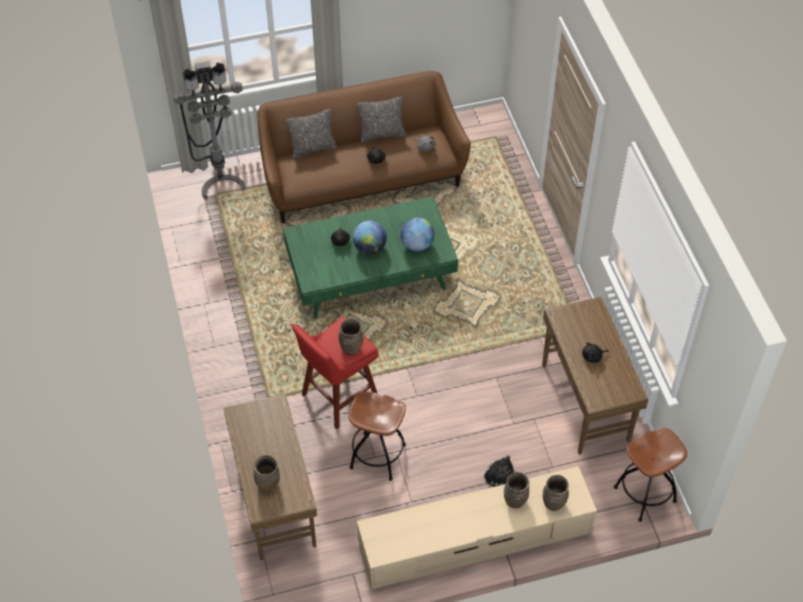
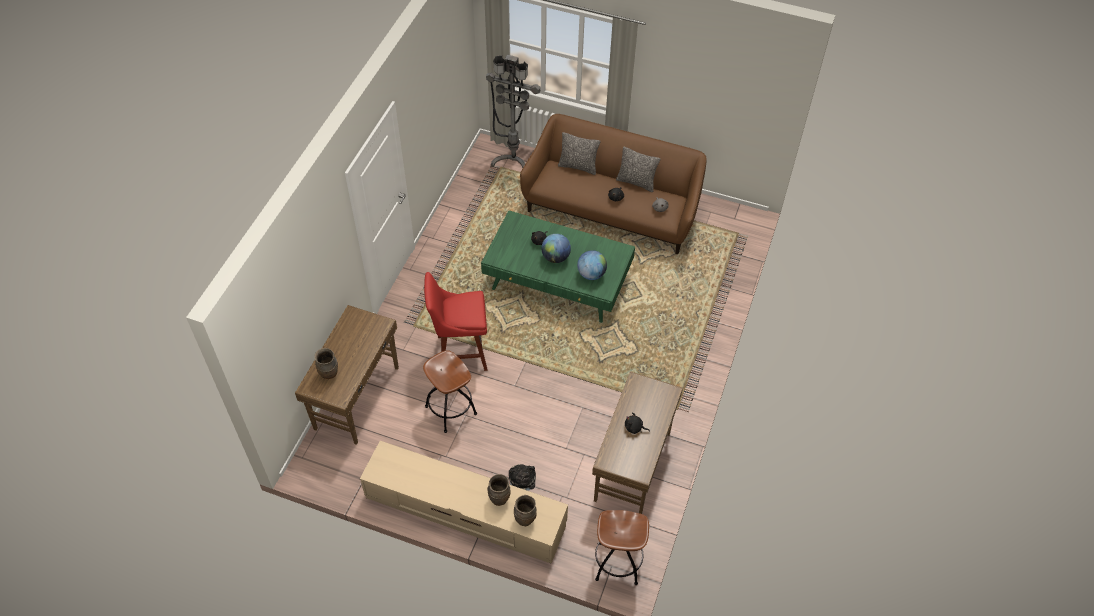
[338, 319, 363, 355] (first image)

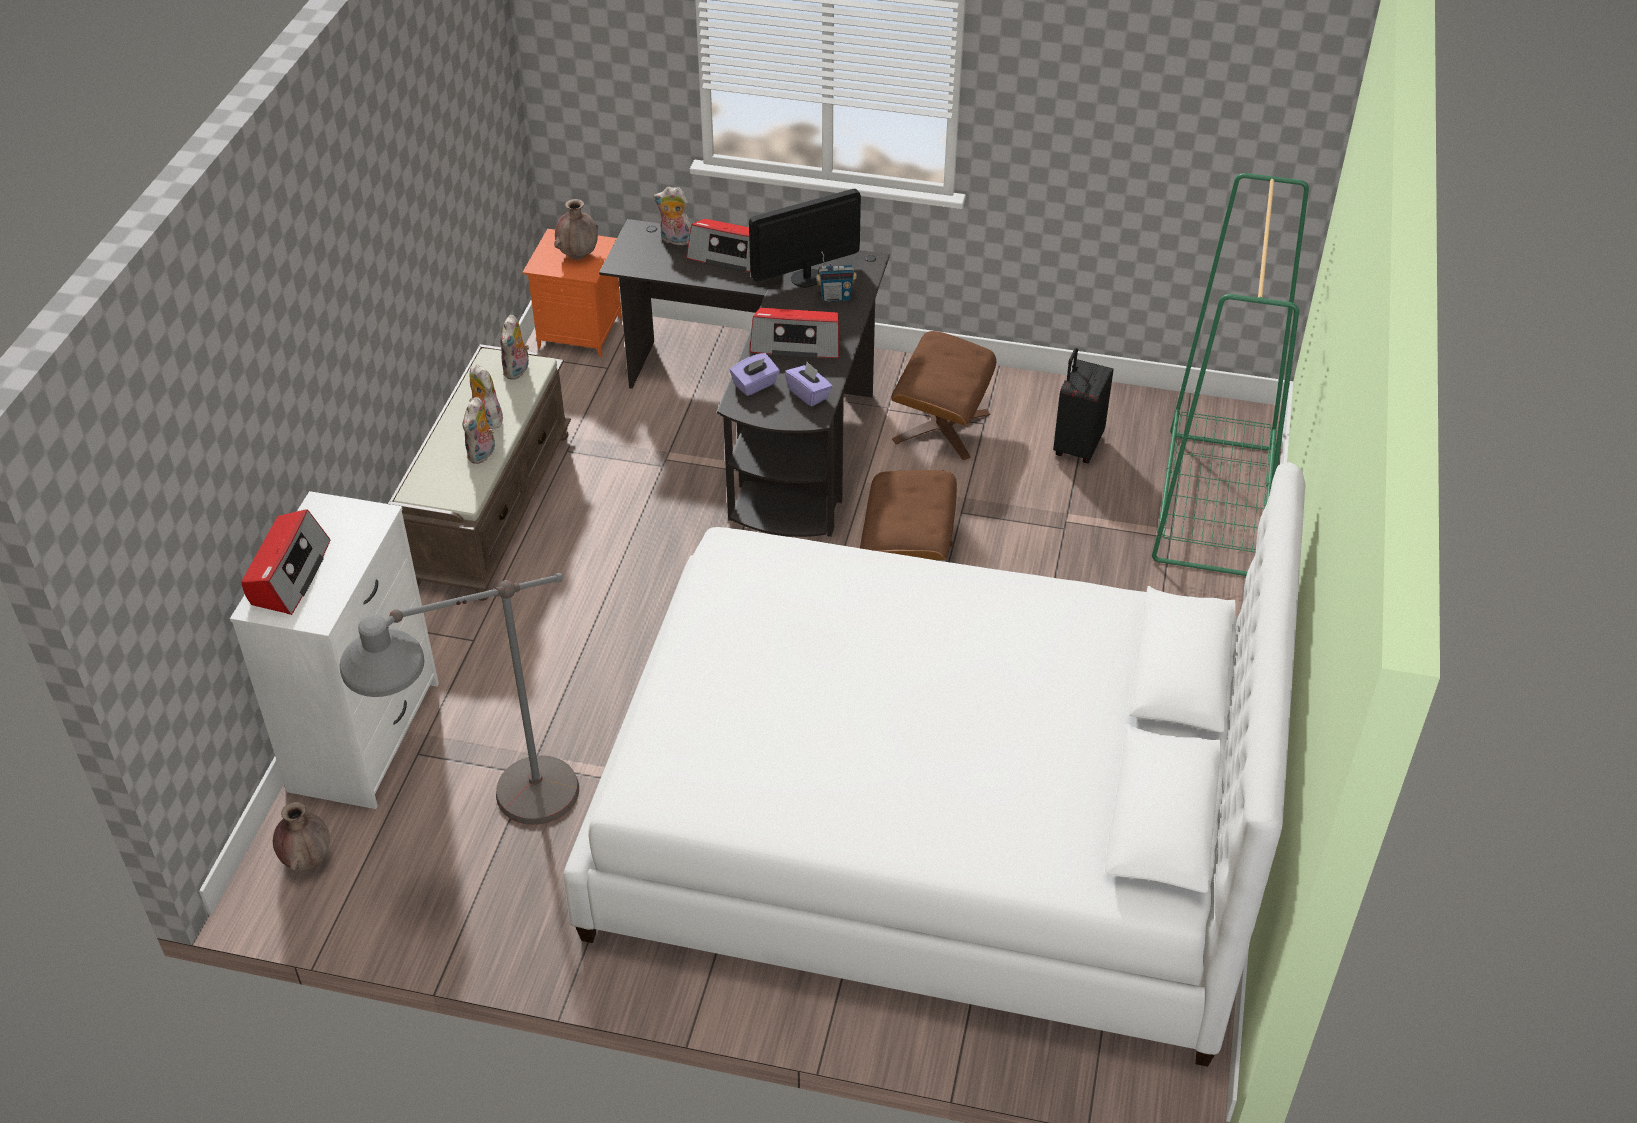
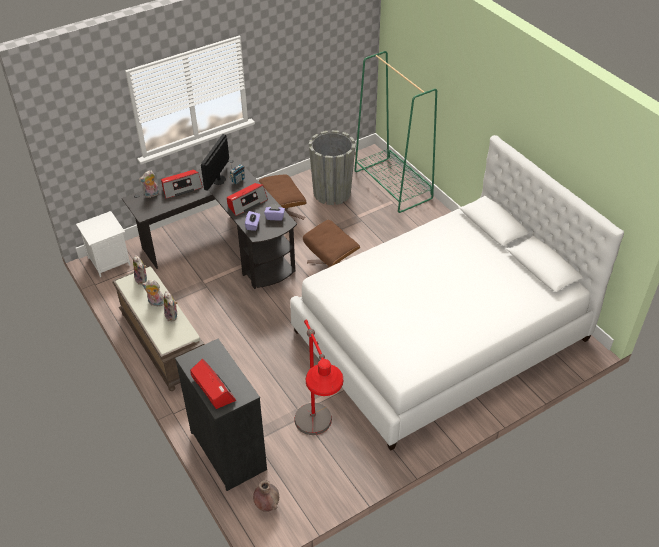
[554, 199, 598, 260] (first image)
[76, 211, 130, 277]
[309, 130, 356, 205]
[175, 339, 267, 491]
[294, 320, 343, 435]

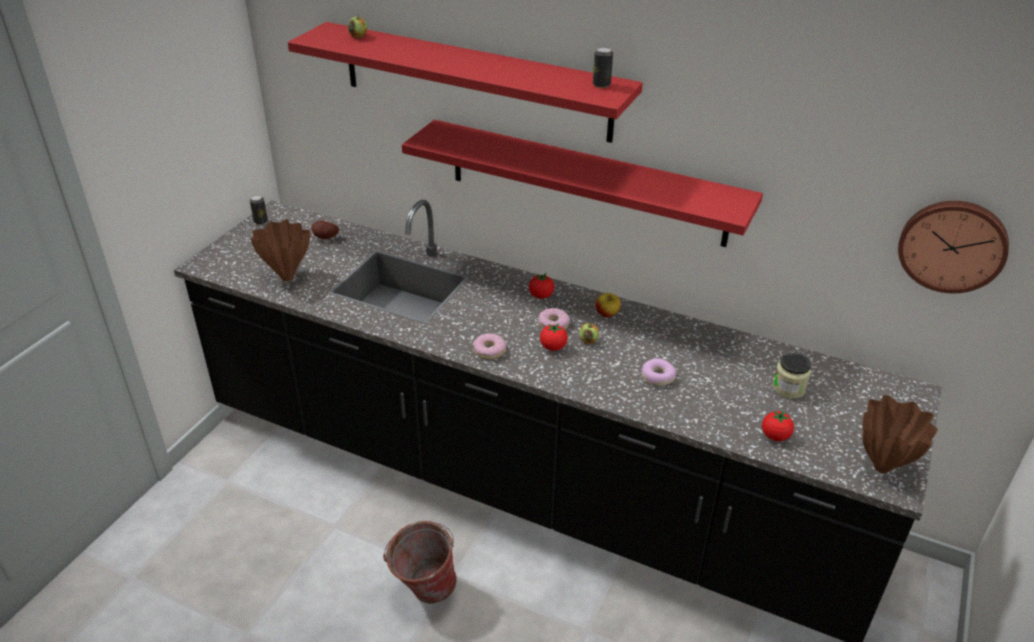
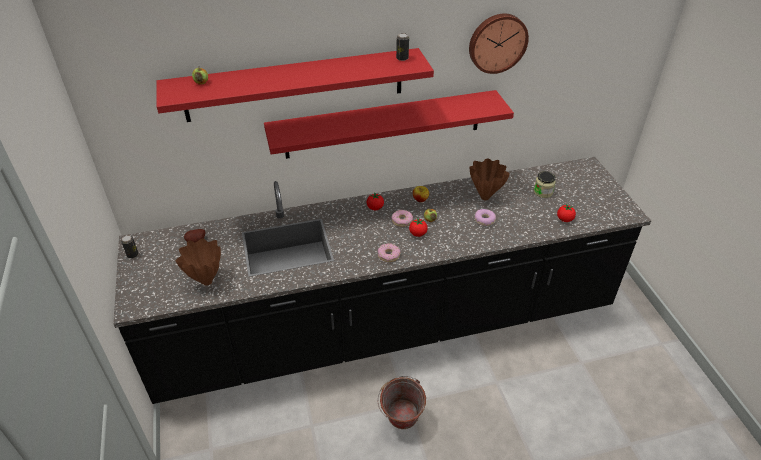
[469, 14, 529, 74]
[470, 158, 510, 200]

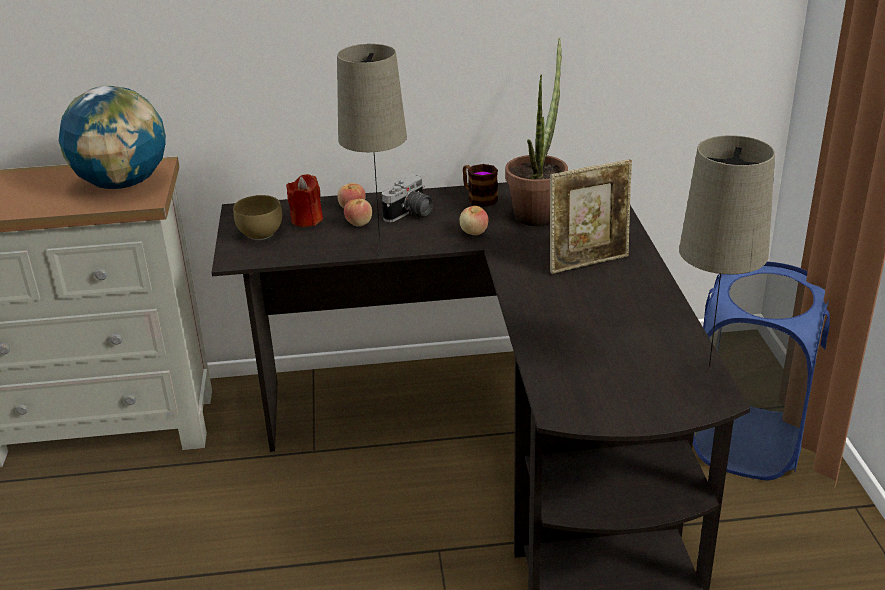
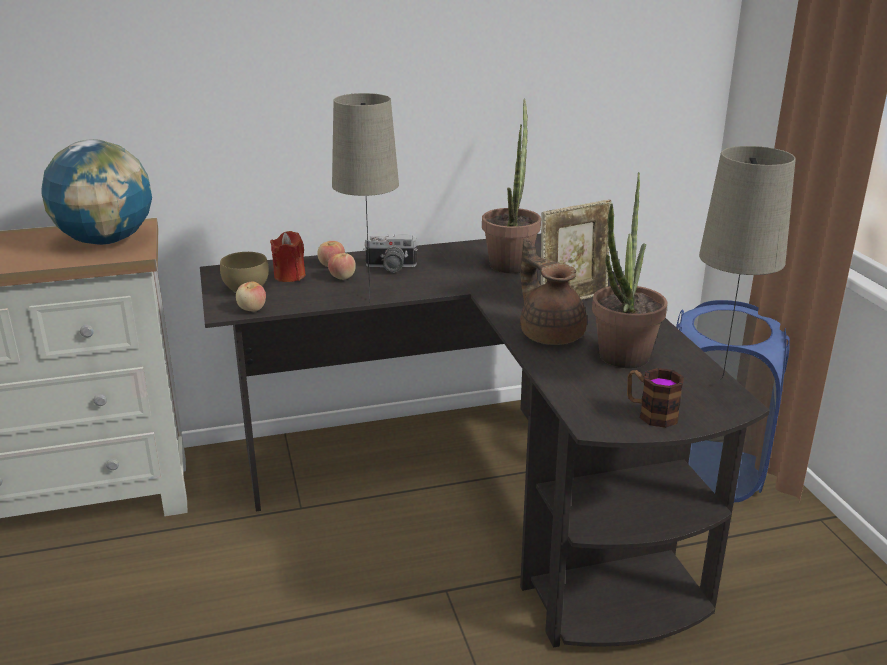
[627, 368, 684, 428]
[363, 234, 417, 272]
[236, 282, 266, 312]
[592, 172, 668, 368]
[520, 238, 587, 345]

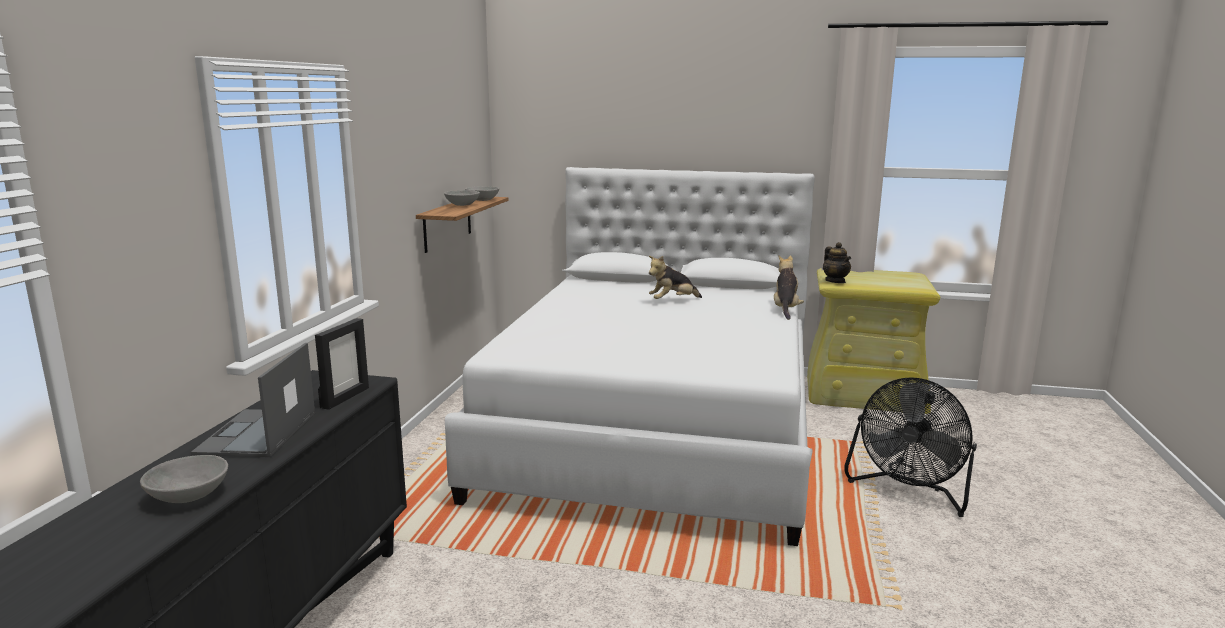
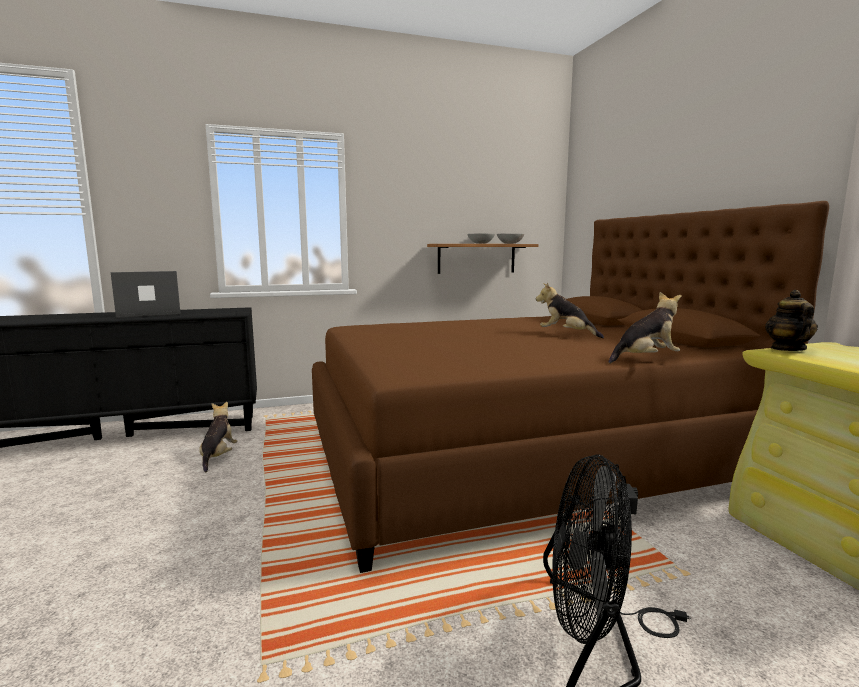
[312, 201, 829, 573]
[765, 290, 818, 351]
[315, 318, 369, 410] (first image)
[140, 455, 228, 503] (first image)
[199, 402, 237, 472]

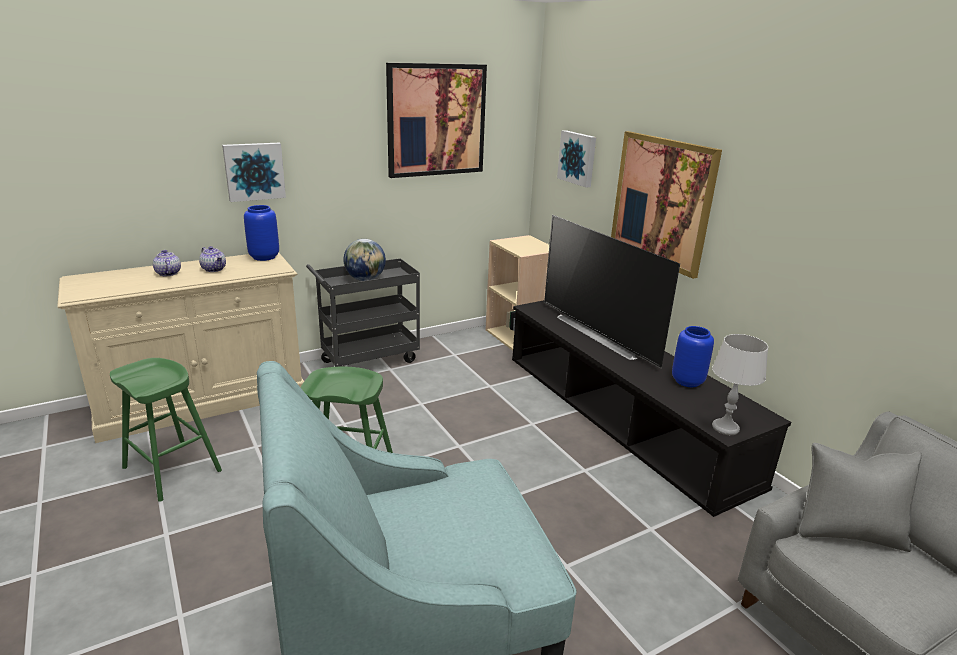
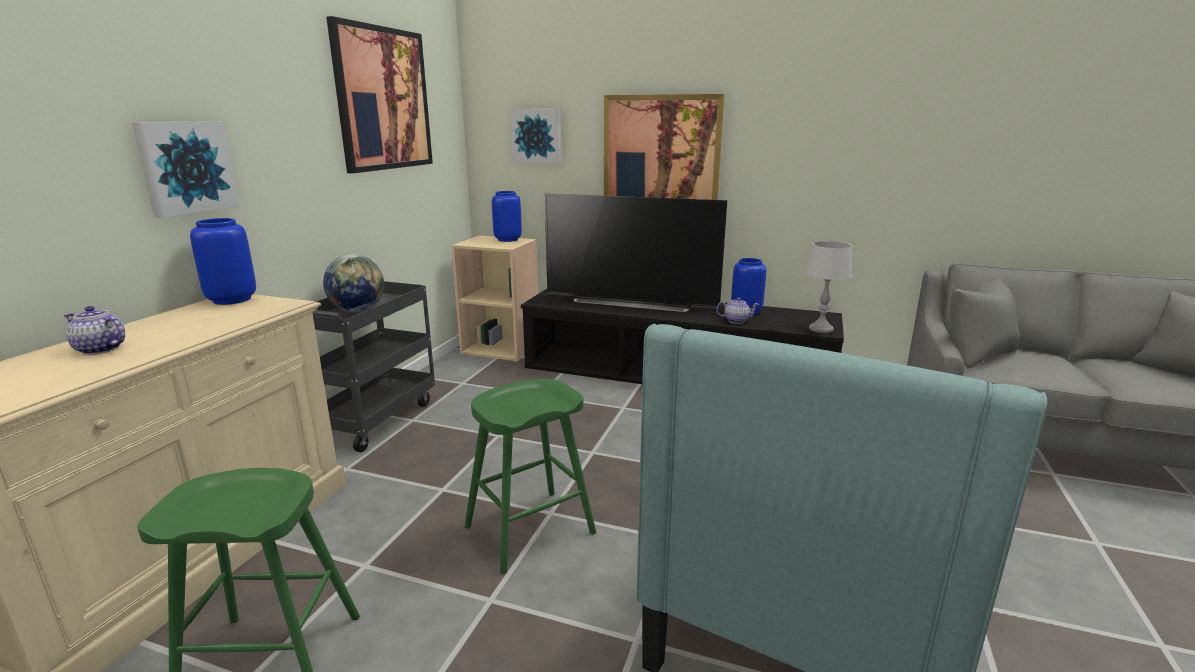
[716, 297, 759, 324]
[492, 191, 522, 242]

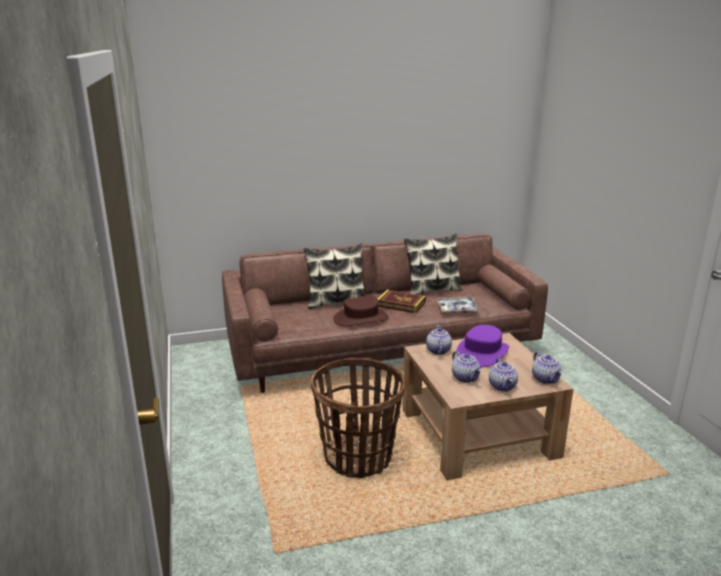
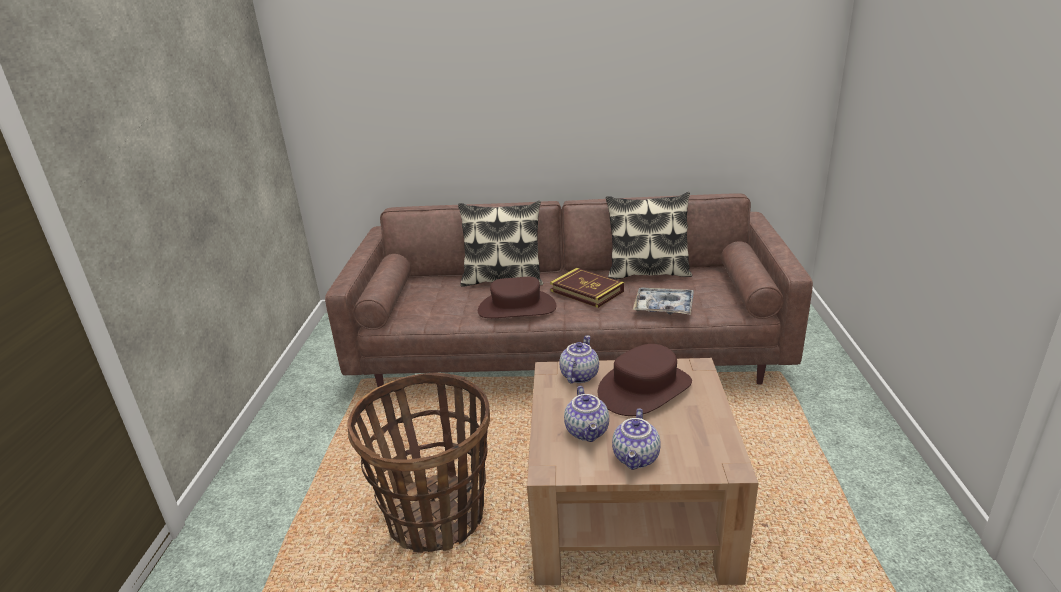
[598, 344, 692, 416]
[532, 352, 562, 384] (first image)

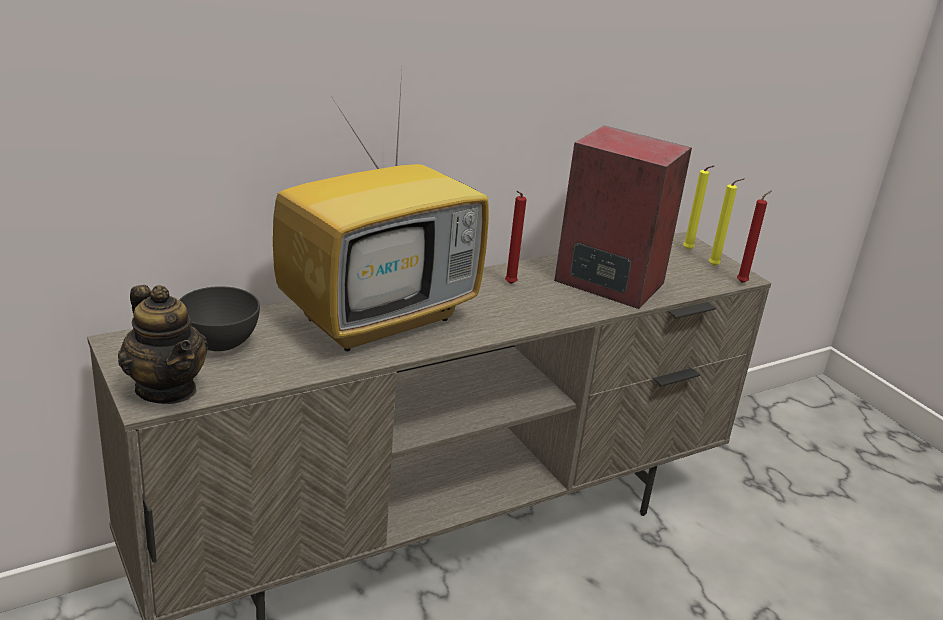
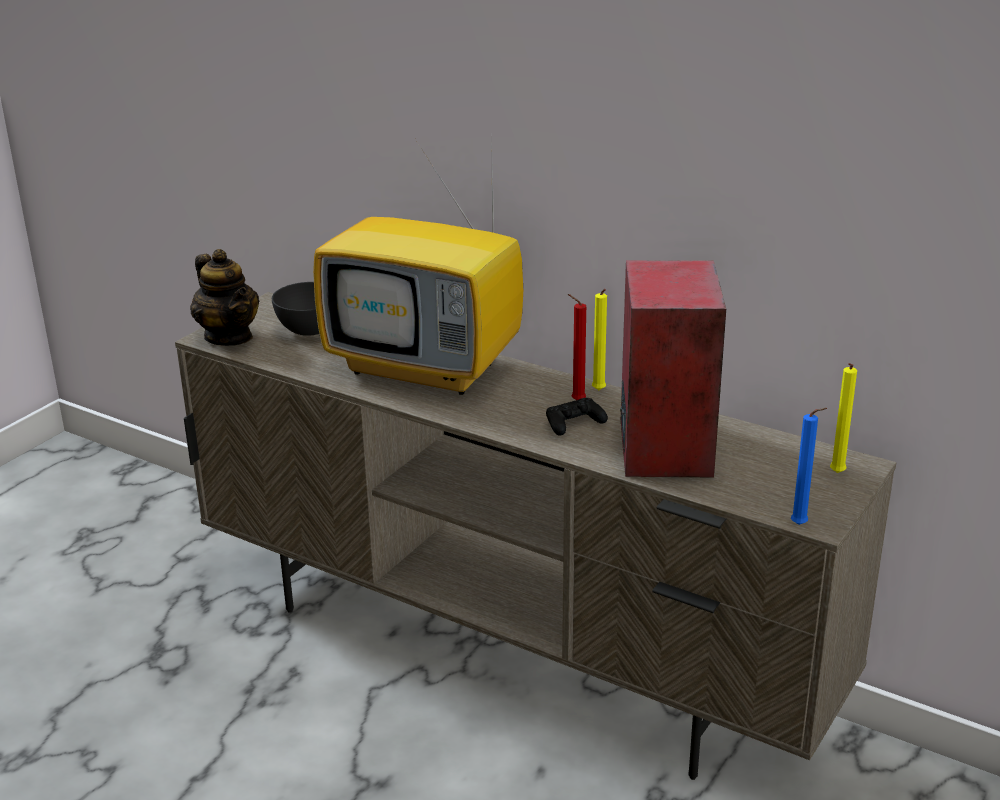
[592, 289, 607, 390]
[791, 408, 827, 525]
[190, 249, 259, 346]
[546, 398, 608, 435]

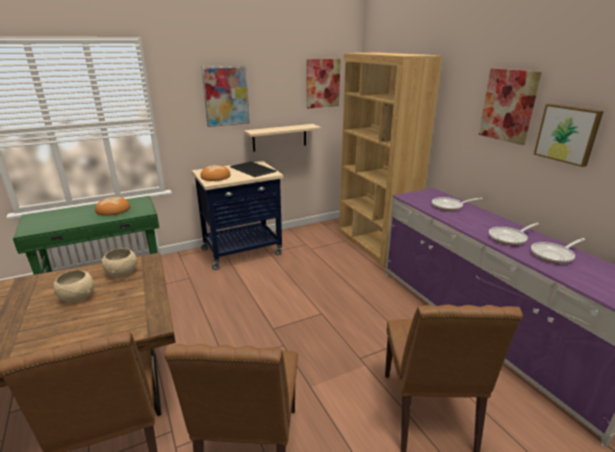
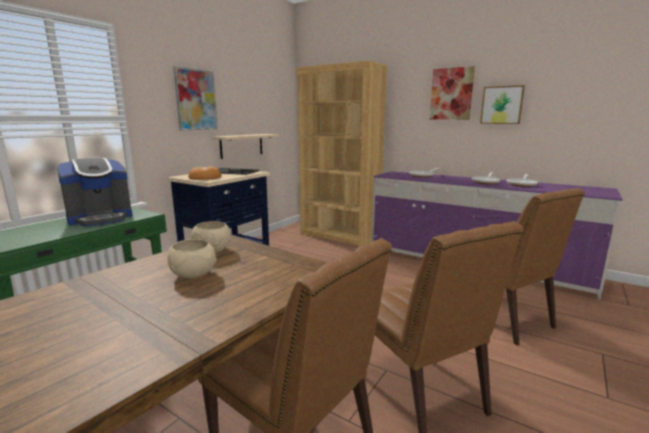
[307, 59, 340, 108] (first image)
[57, 158, 133, 227]

